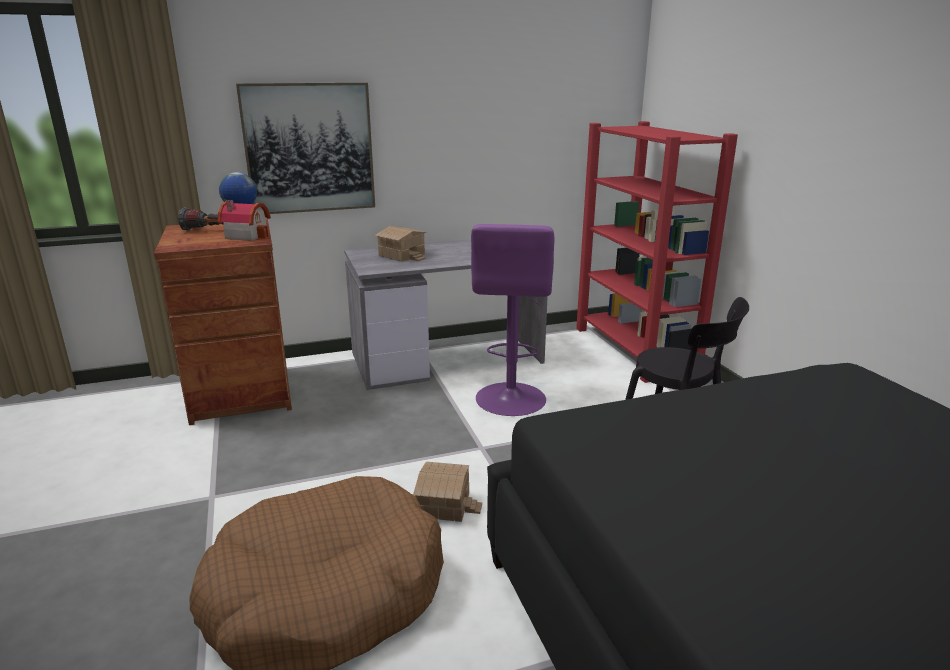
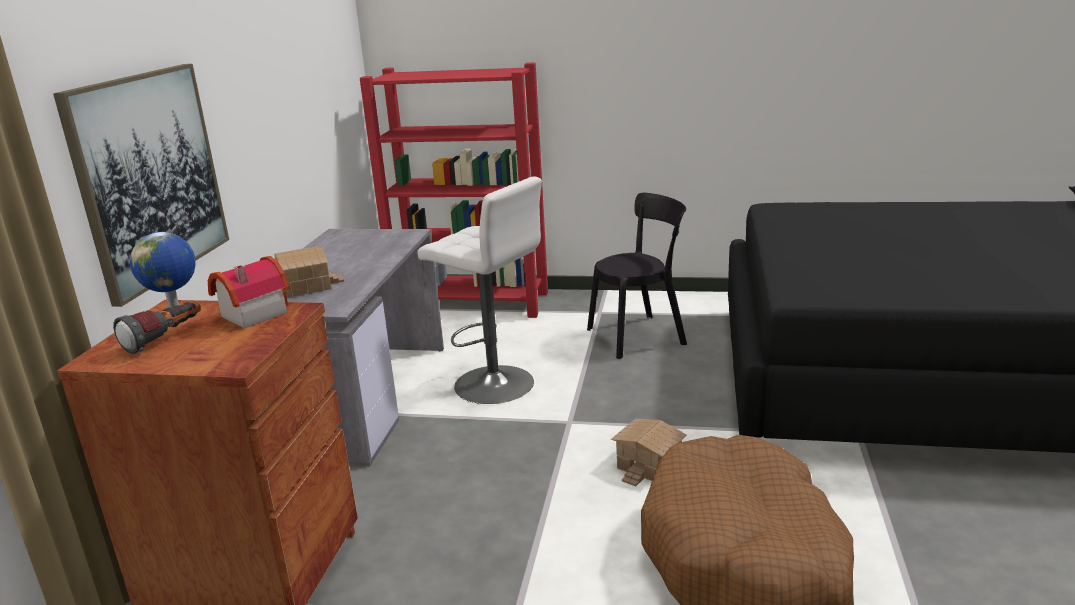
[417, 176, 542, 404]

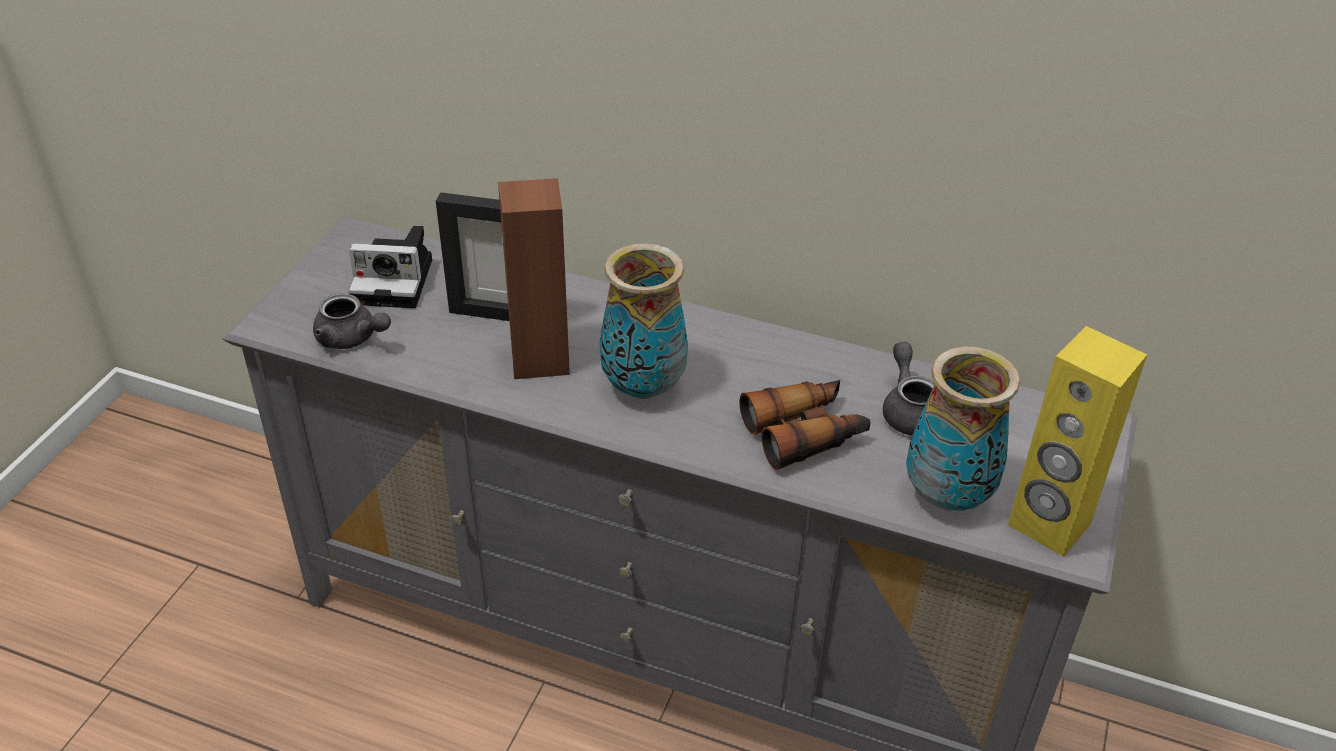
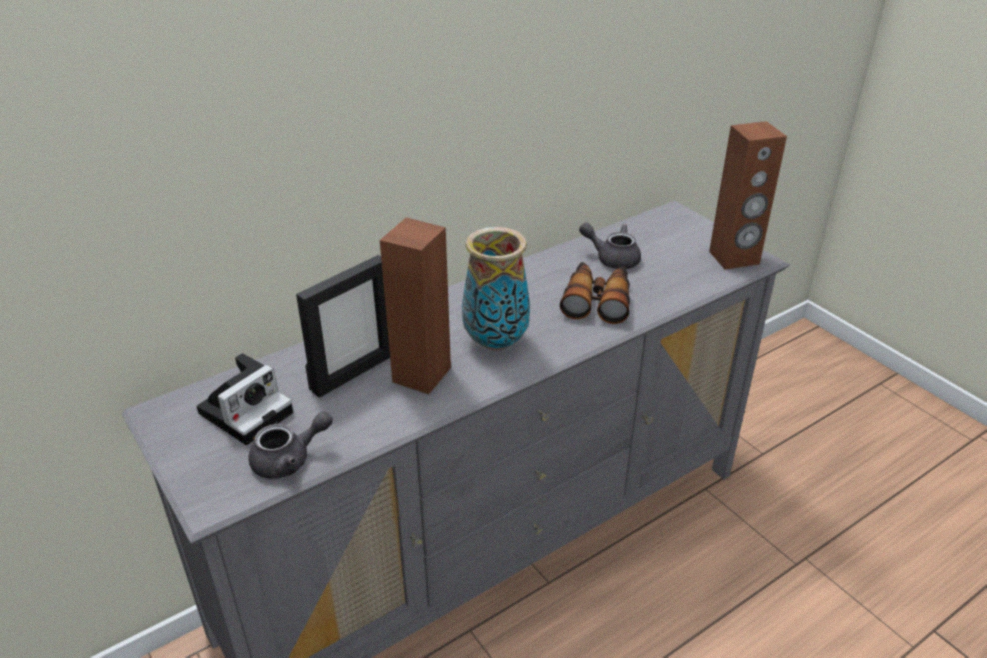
[709, 121, 787, 270]
[906, 346, 1020, 511] (first image)

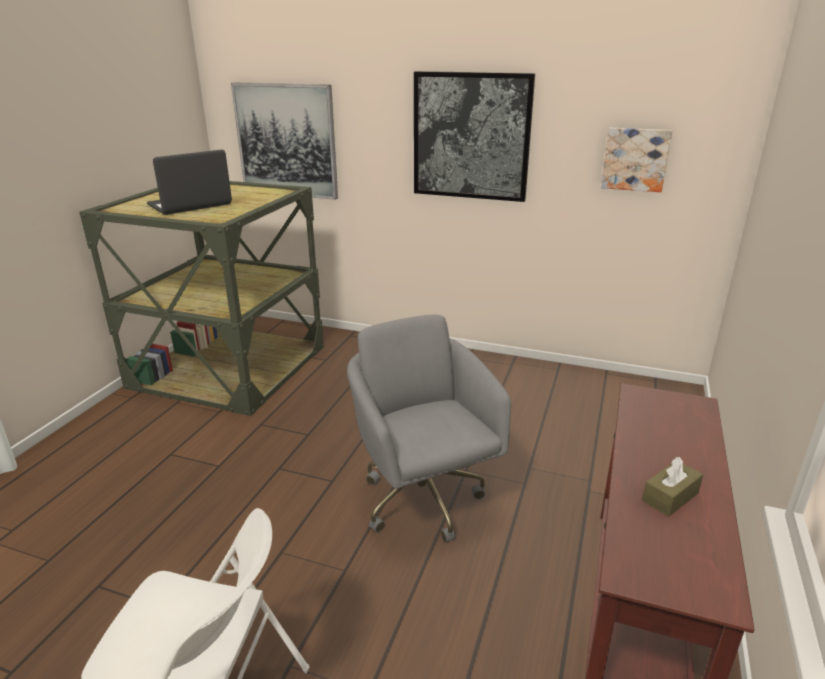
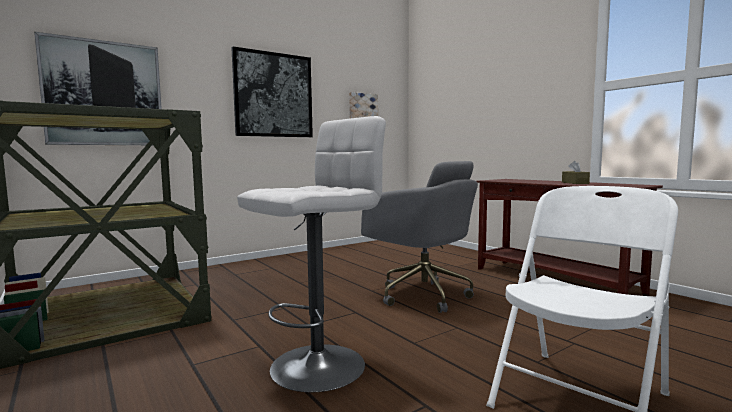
[361, 161, 478, 313]
[237, 116, 386, 392]

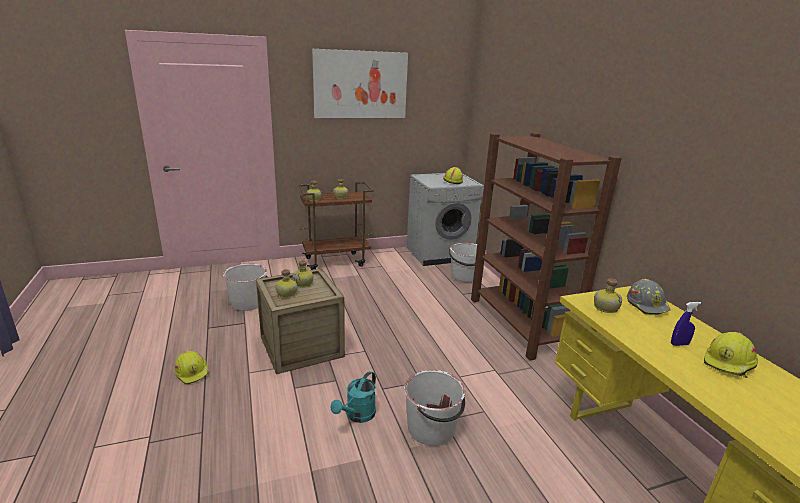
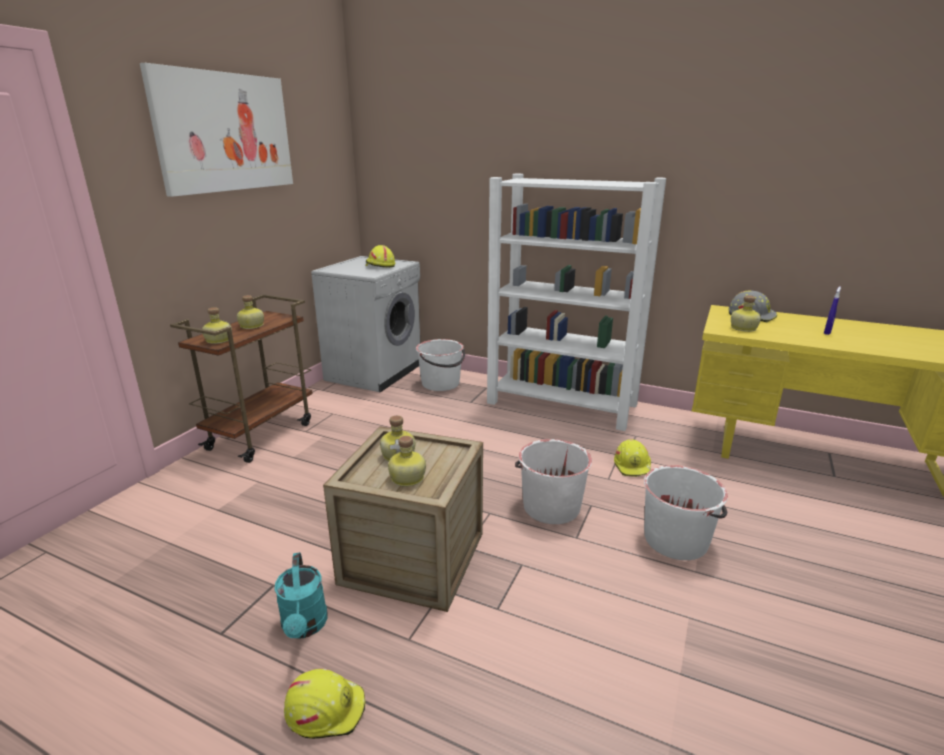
[487, 174, 666, 431]
[515, 439, 592, 524]
[614, 439, 651, 477]
[274, 552, 328, 639]

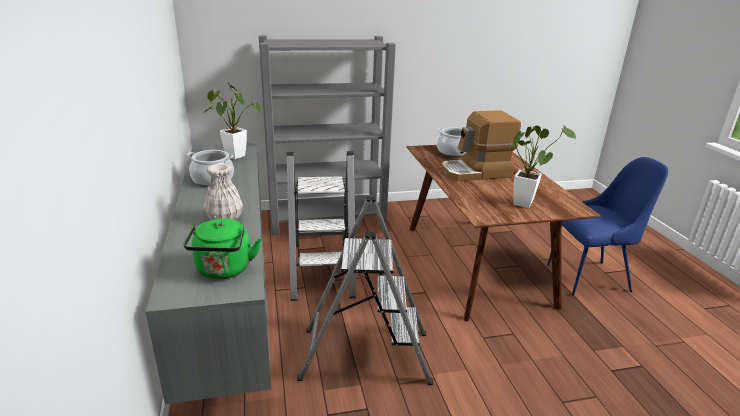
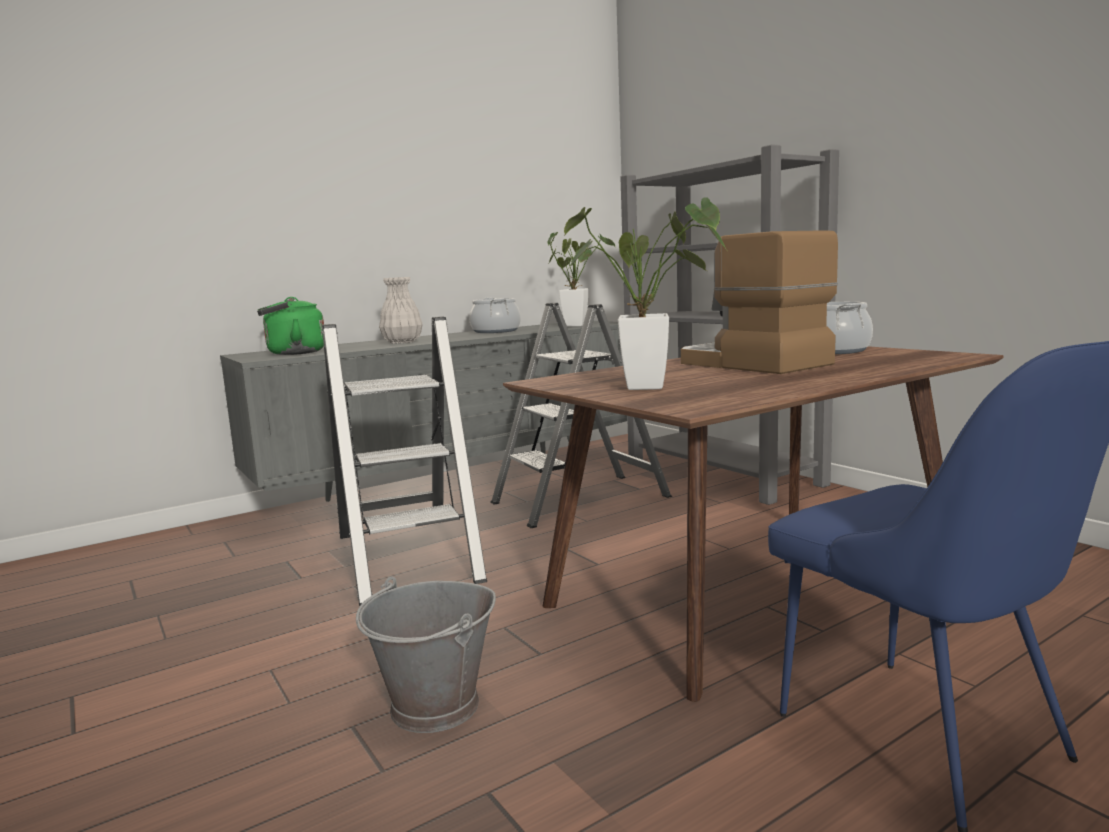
[356, 577, 496, 733]

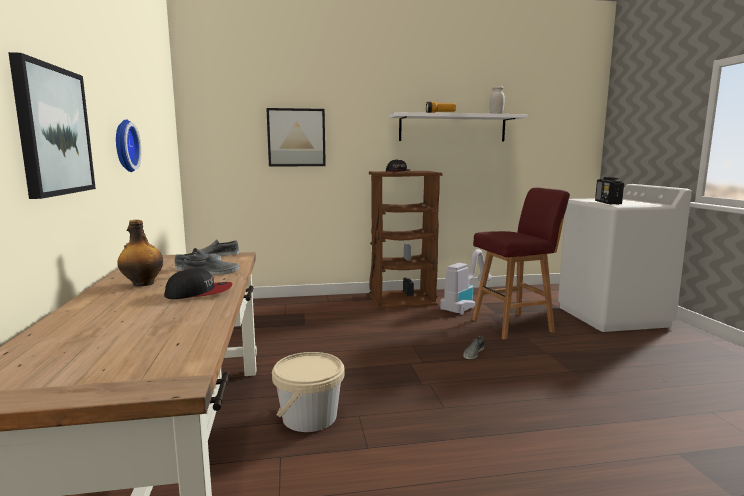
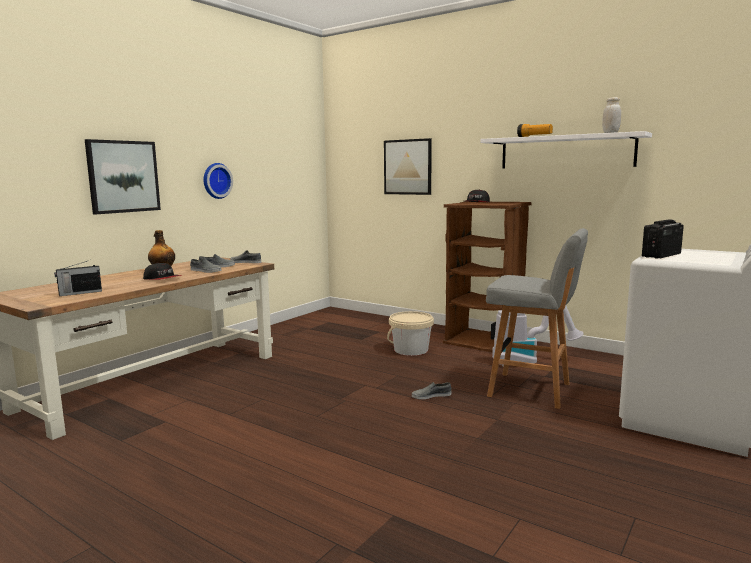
[486, 228, 588, 409]
[387, 311, 434, 356]
[54, 261, 102, 296]

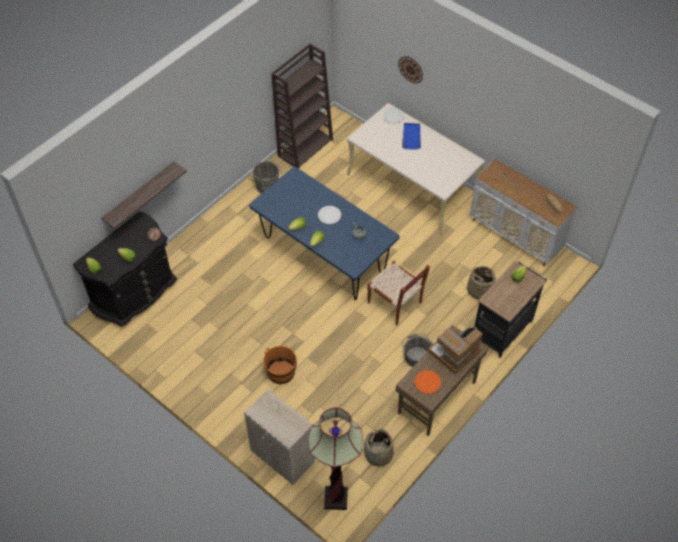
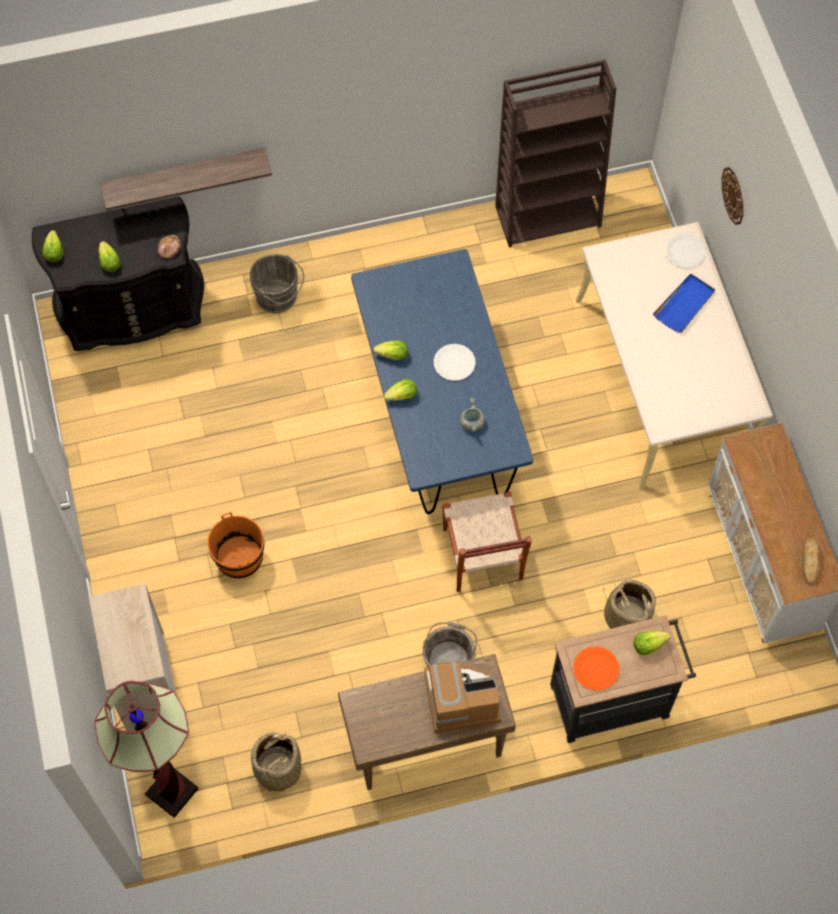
[250, 254, 304, 313]
[573, 646, 619, 690]

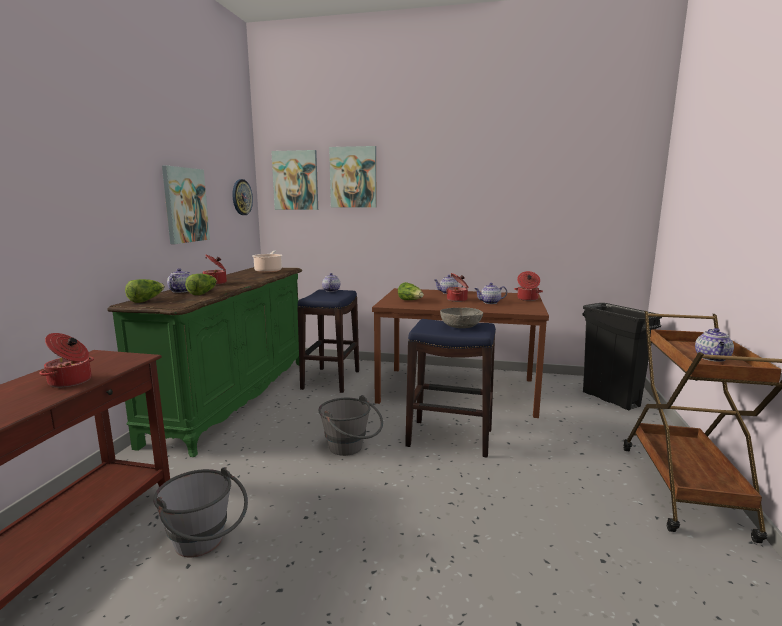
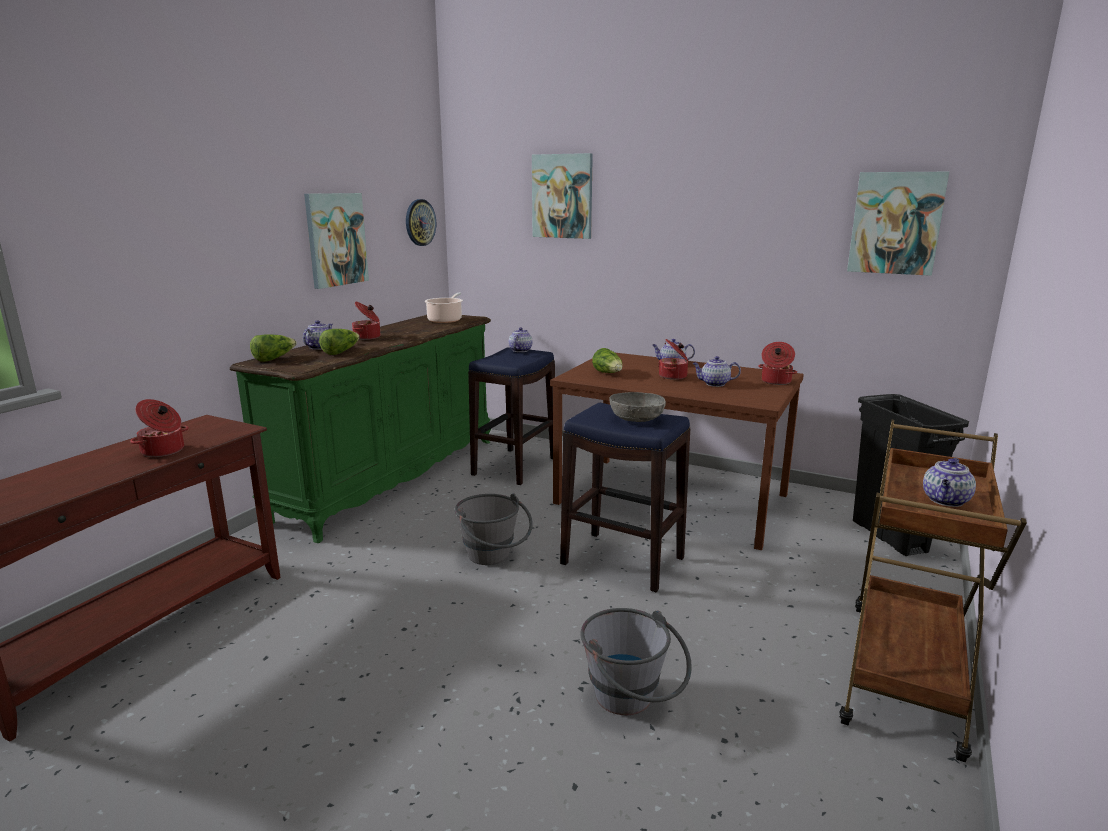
[847, 172, 949, 276]
[580, 608, 692, 715]

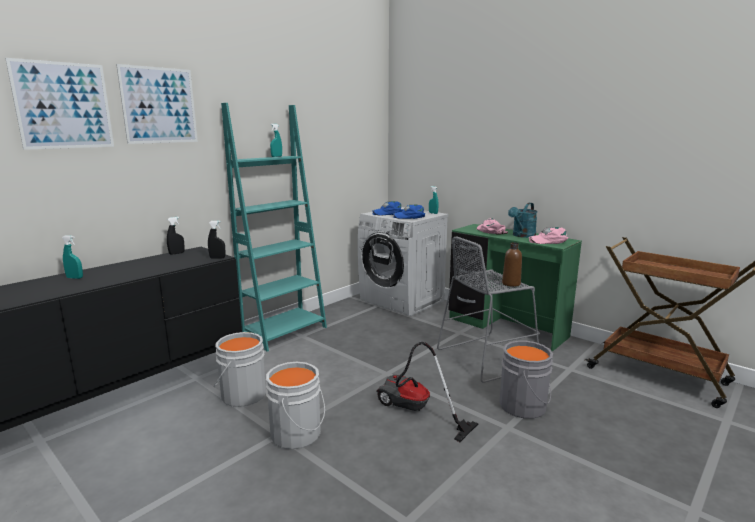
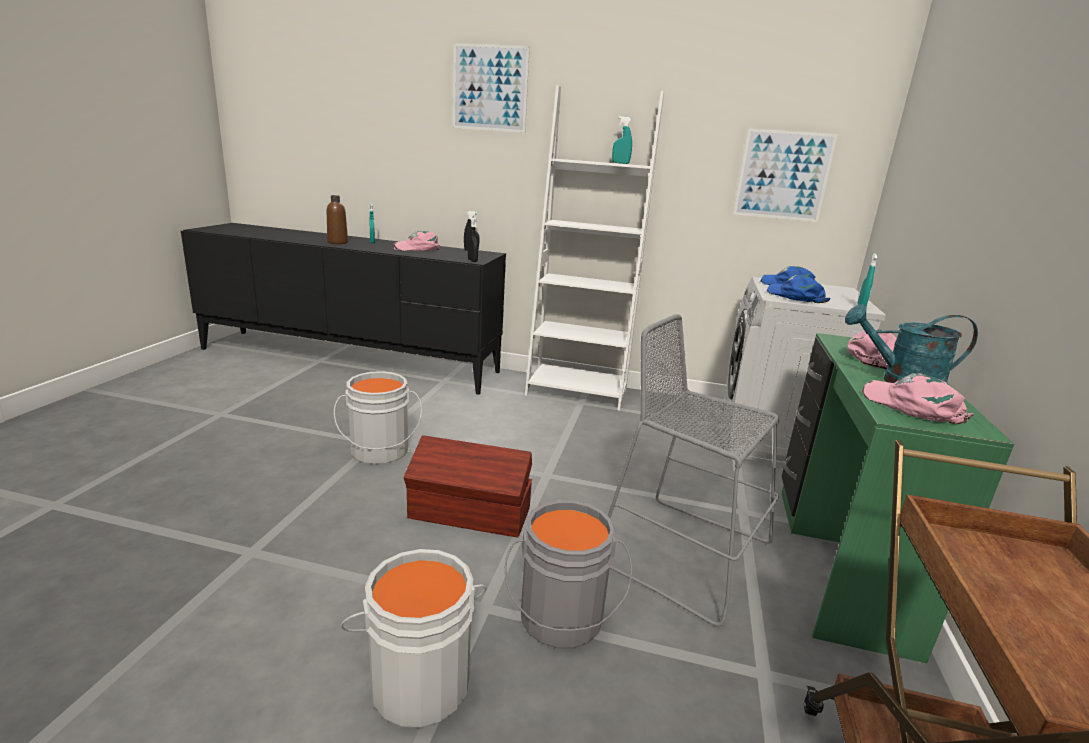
[733, 128, 838, 222]
[525, 85, 664, 411]
[327, 195, 348, 244]
[341, 549, 487, 728]
[404, 435, 532, 538]
[393, 231, 440, 251]

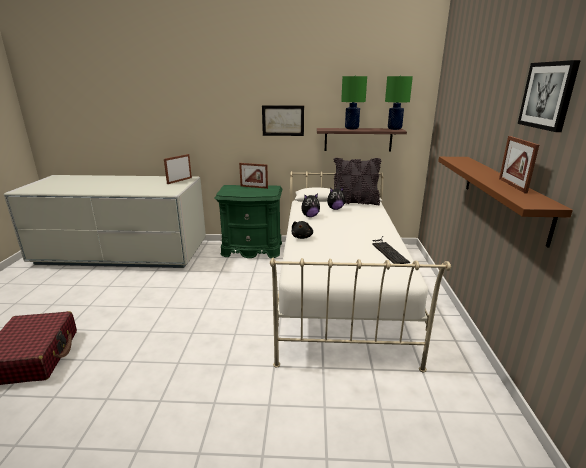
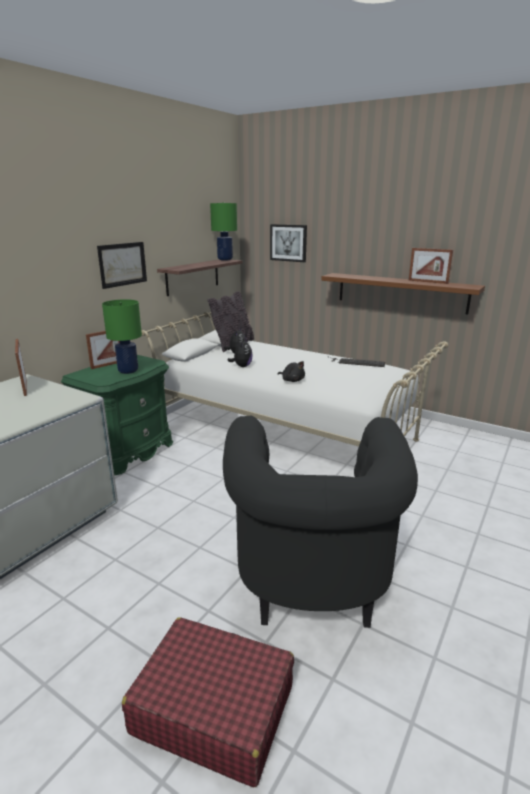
[270, 224, 307, 262]
[102, 299, 142, 374]
[223, 416, 418, 628]

